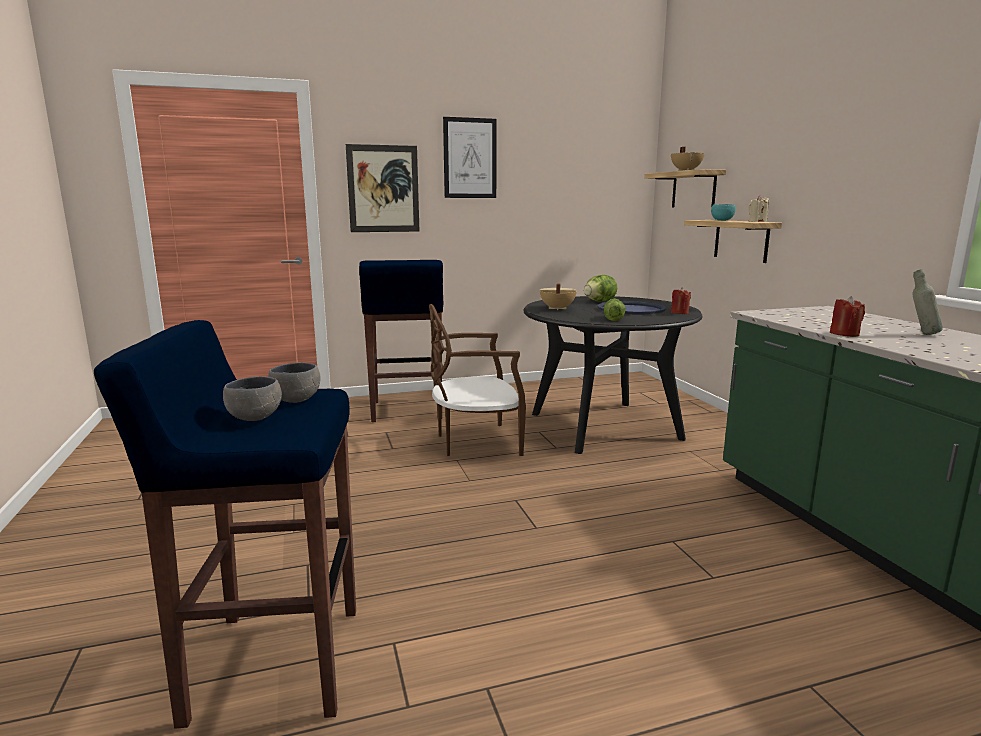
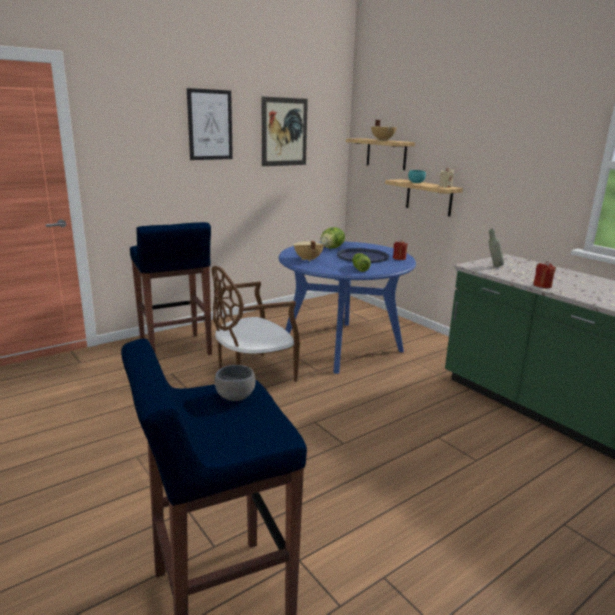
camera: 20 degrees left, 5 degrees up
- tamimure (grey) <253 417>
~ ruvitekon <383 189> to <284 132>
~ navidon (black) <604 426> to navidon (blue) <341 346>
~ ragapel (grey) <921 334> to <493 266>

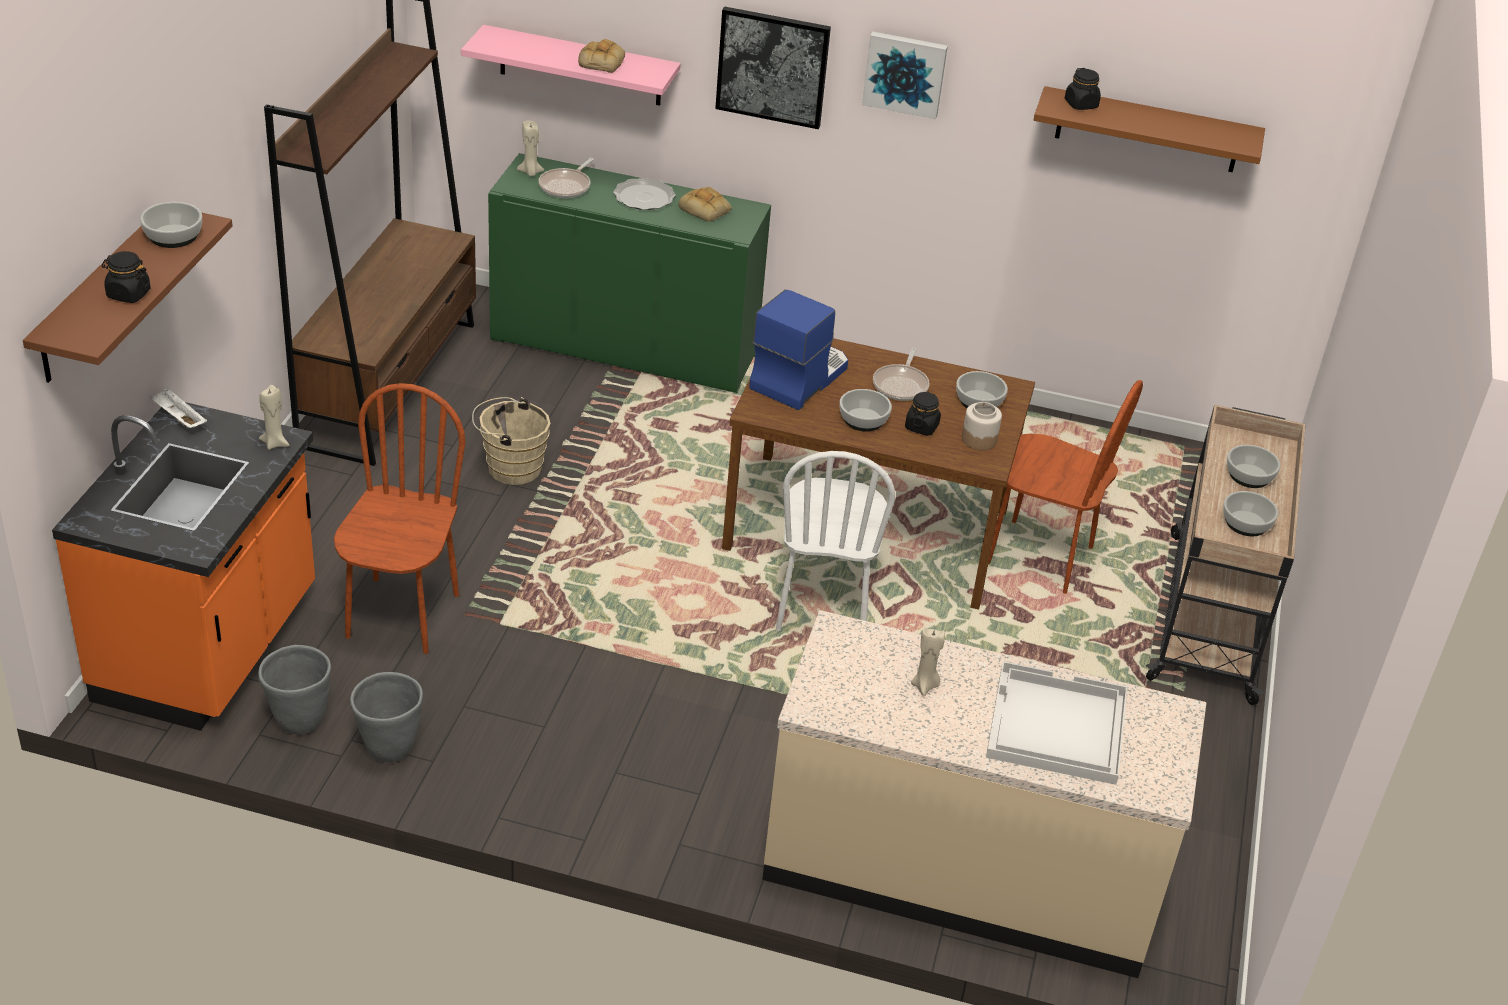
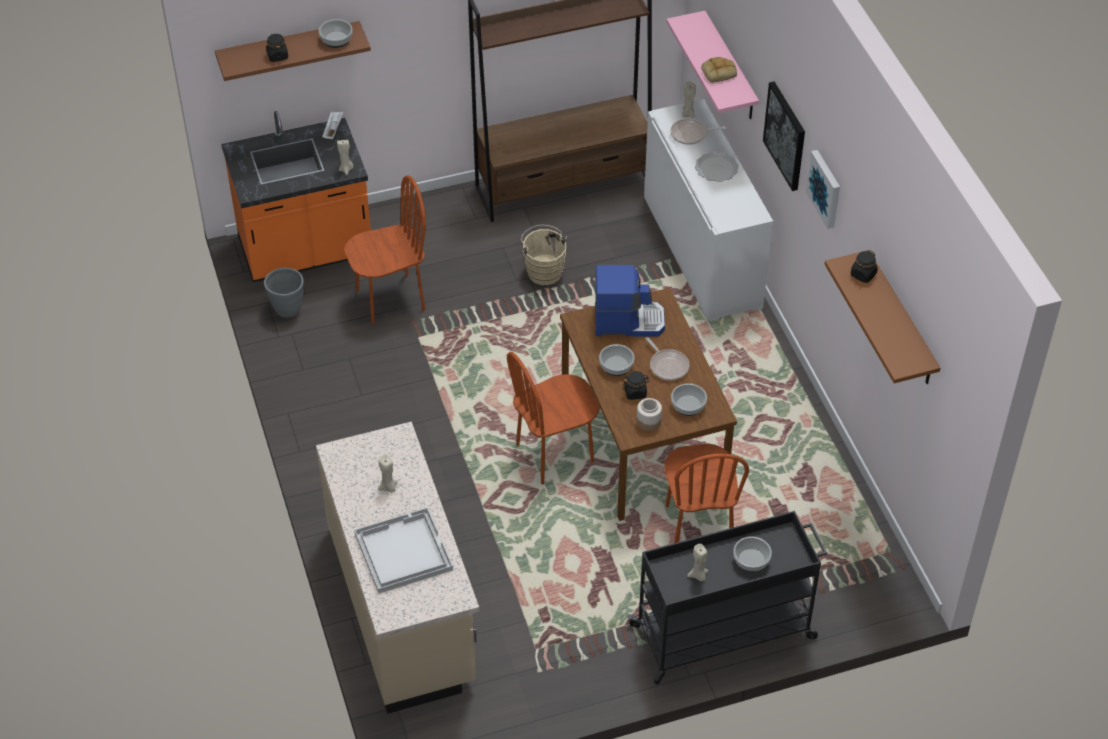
camera: 60 degrees right, 10 degrees up
- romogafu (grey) <389 748>
~ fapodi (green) <624 346> to fapodi (white) <702 253>
- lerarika <706 209>
~ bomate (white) <823 607> to bomate (brown) <555 454>
~ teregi <901 385> = <667 365> 105 degrees counterclockwise
~ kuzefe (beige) <1210 614> to kuzefe (black) <725 631>
~ tamimure <1246 523> to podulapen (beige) <698 575>

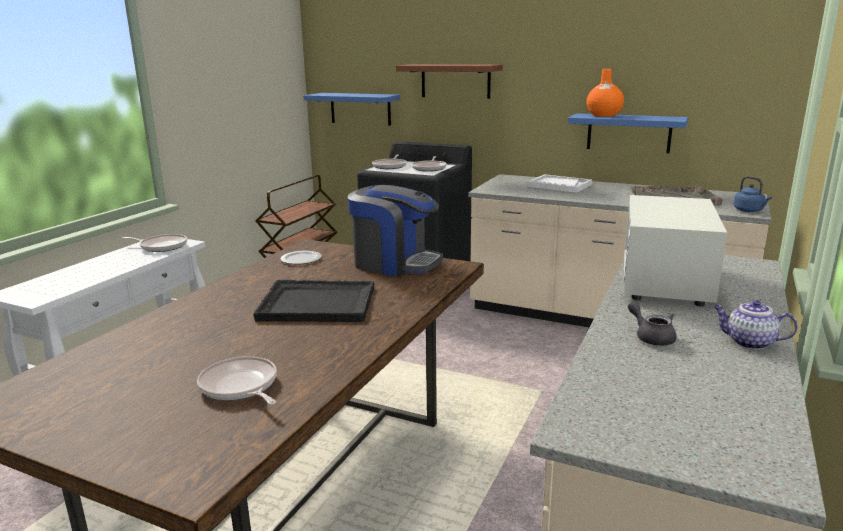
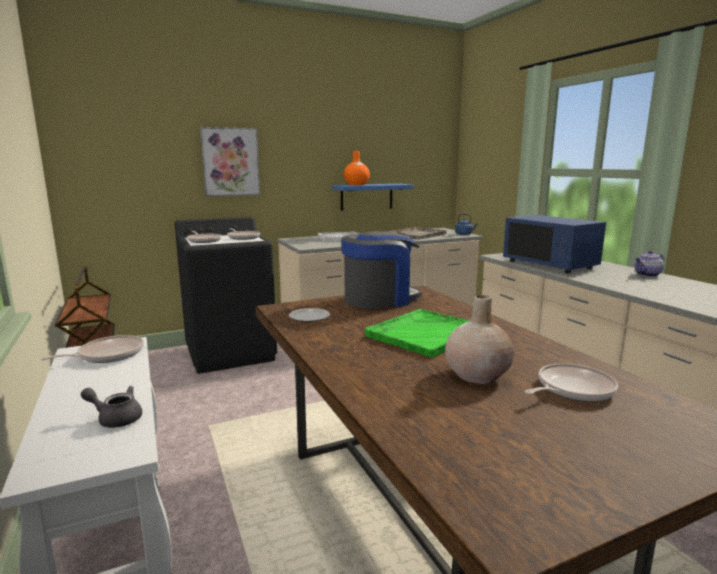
camera: 50 degrees left, 5 degrees down
~ teregi <240 387> = <572 389> 150 degrees clockwise
~ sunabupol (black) <316 303> to sunabupol (green) <425 334>
- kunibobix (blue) <360 108>
~ kunibobix (brown) <455 81> to ruvitekon <230 162>
~ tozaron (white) <665 282> to tozaron (blue) <550 264>
~ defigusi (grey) <651 337> to <116 418>
+ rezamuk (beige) <477 375>

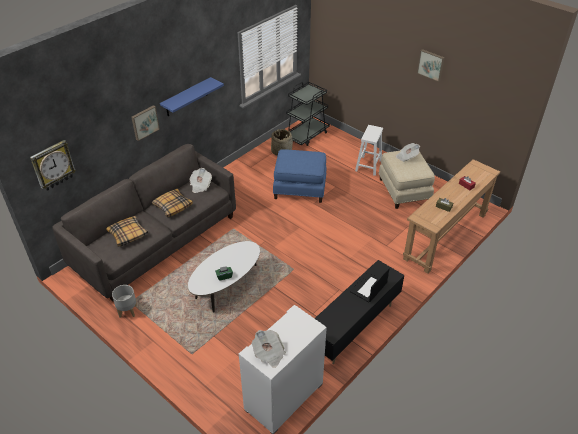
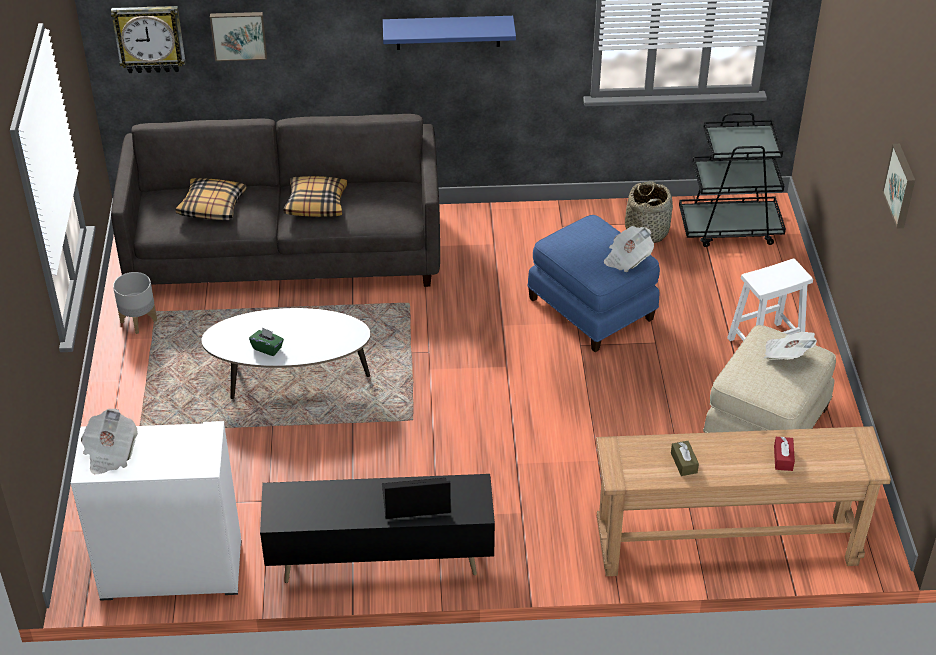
camera: 45 degrees right, 0 degrees up
~ ruvitekon <144 122> to <238 35>
~ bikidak <200 186> to <627 259>

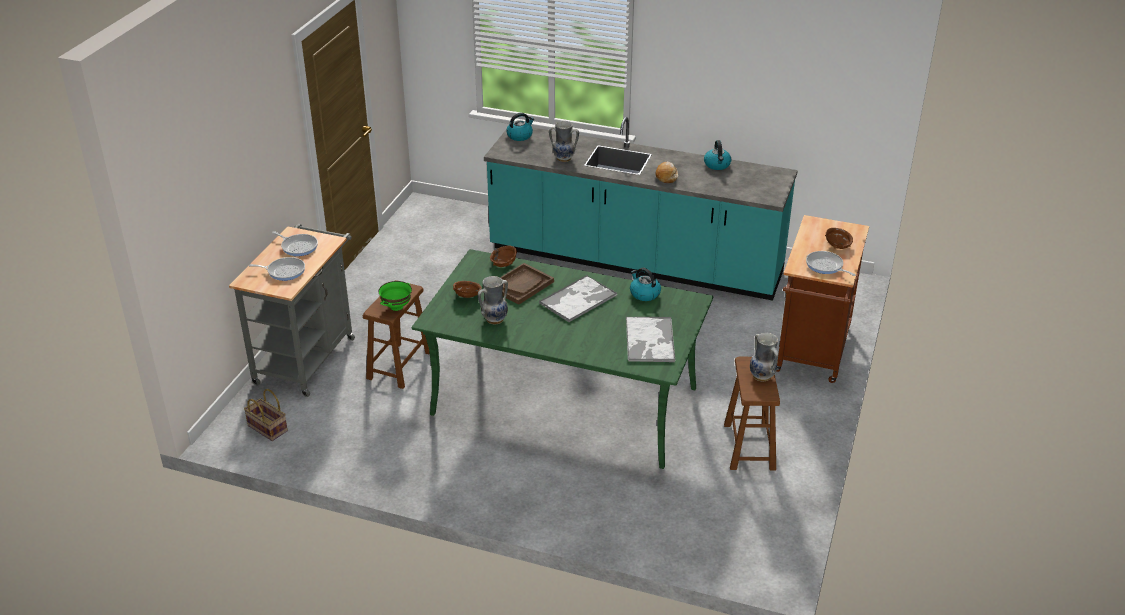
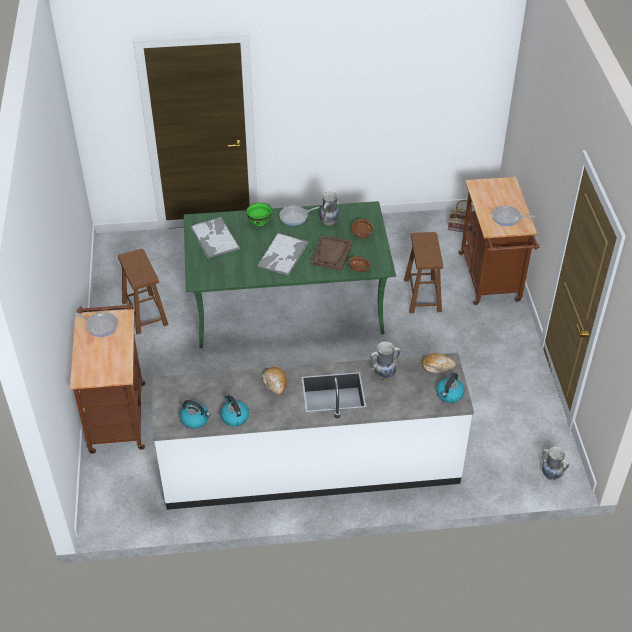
camera: 155 degrees right, 10 degrees up
~ kuzefe (grey) <308 356> to kuzefe (brown) <491 281>
~ teregi <284 271> to <295 217>
~ tamimure (green) <396 307> to <260 223>
~ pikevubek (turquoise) <635 262> to pikevubek (white) <311 467>
~ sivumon <644 294> to <195 419>
~ rezamuk <762 376> to <551 475>
- tamimure (brown) <837 245>
+ lerarika <437 366>

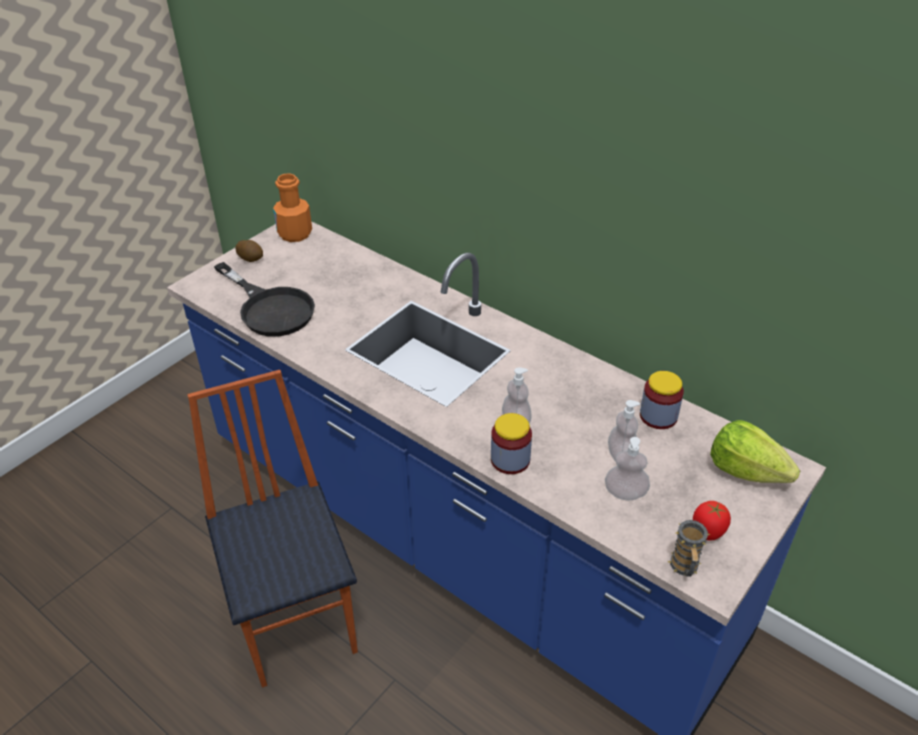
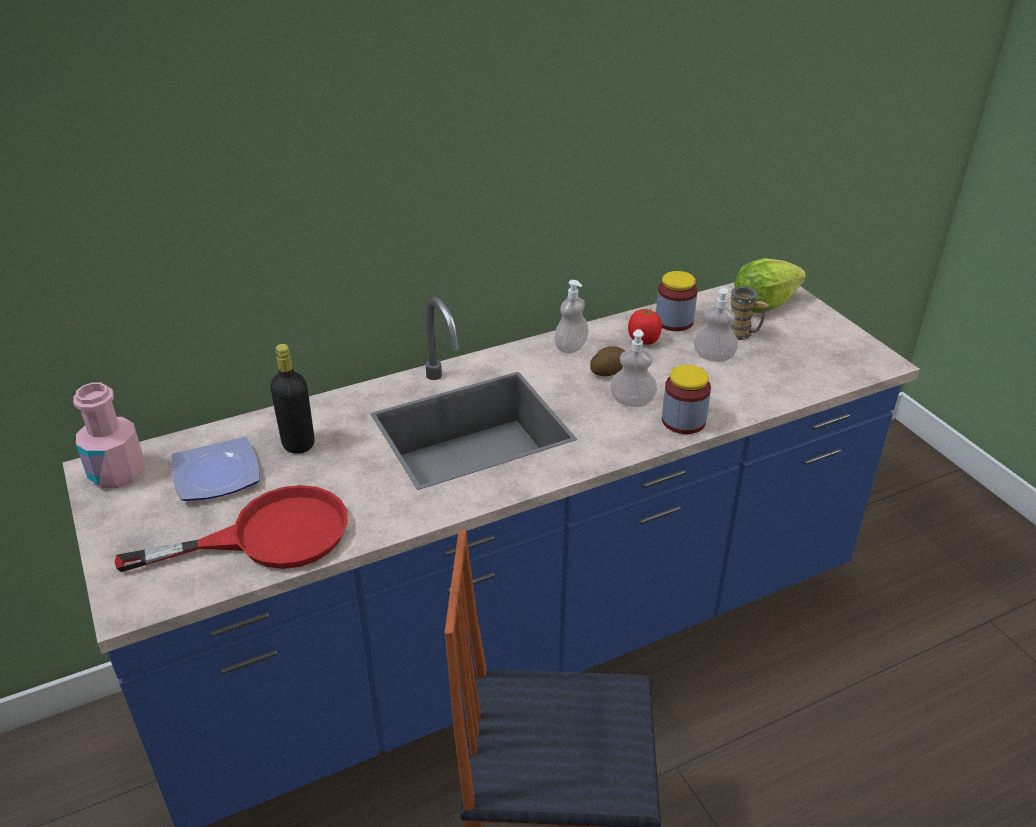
camera: 65 degrees left, 5 degrees down
~ teregi (black) <270 308> to teregi (red) <269 536>
~ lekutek <251 258> to <608 371>
~ ragapel (orange) <295 233> to ragapel (pink) <117 472>
~ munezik <625 493> to <571 347>
~ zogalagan <684 568> to <742 334>
~ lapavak <708 531> to <644 340>
+ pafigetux <218 475>
+ ragapel (black) <298 444>

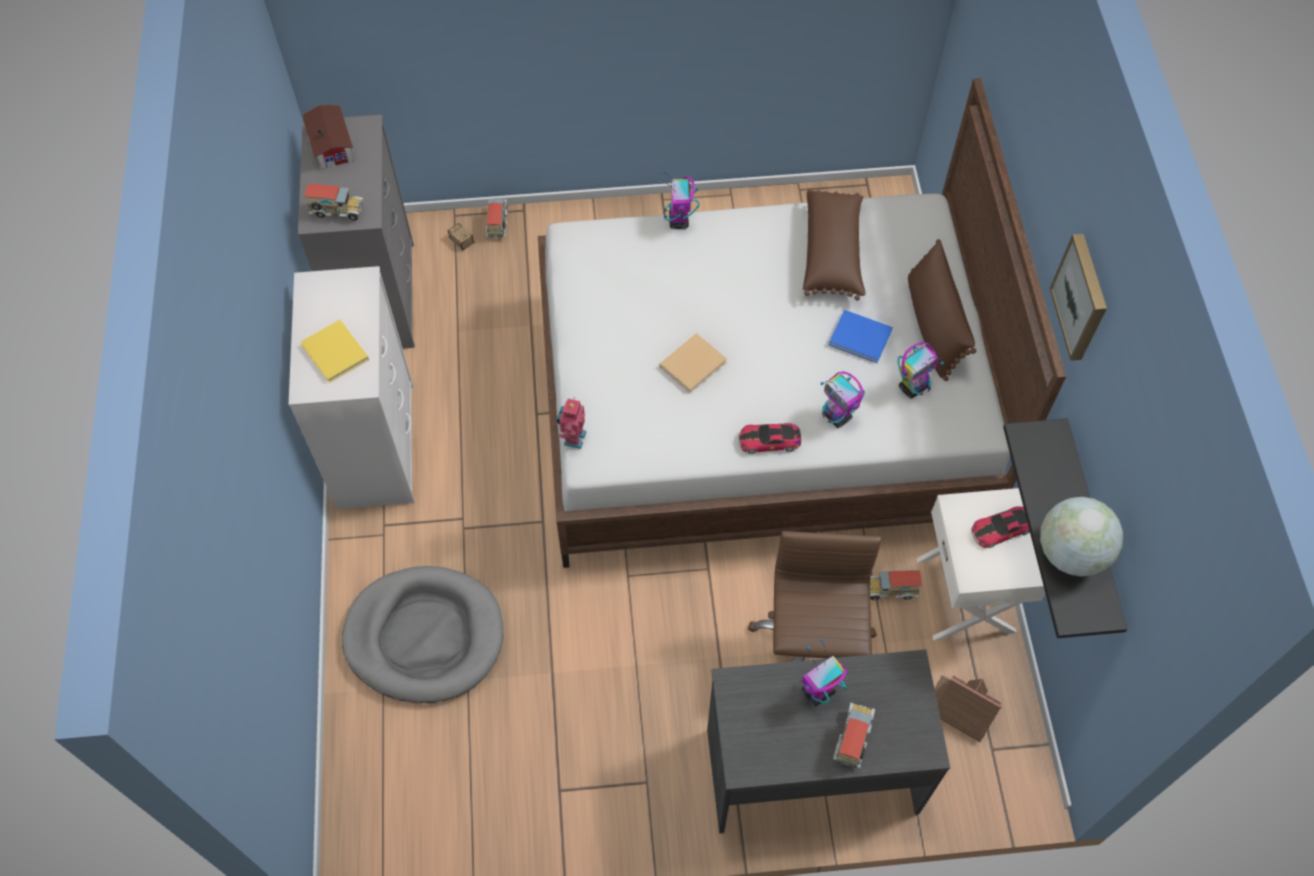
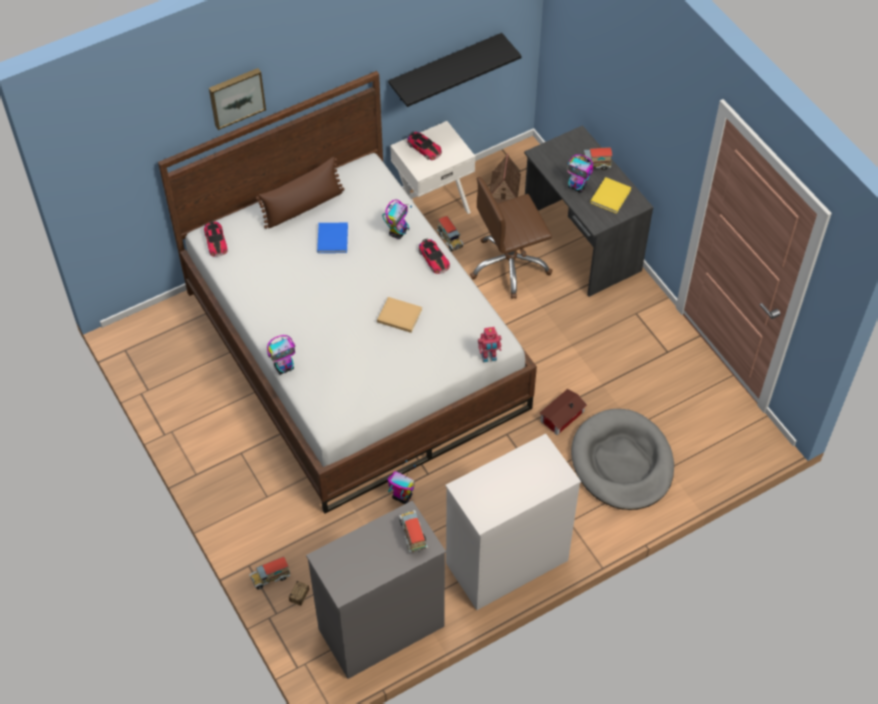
camera: 115 degrees left, 5 degrees down
~ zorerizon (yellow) <336 354> to <611 195>
~ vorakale <332 143> to <560 416>
- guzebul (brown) <833 253>
~ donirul <913 387> to <401 497>
- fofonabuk <1070 553>
~ ruvitekon <1082 297> to <236 97>
+ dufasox <216 241>

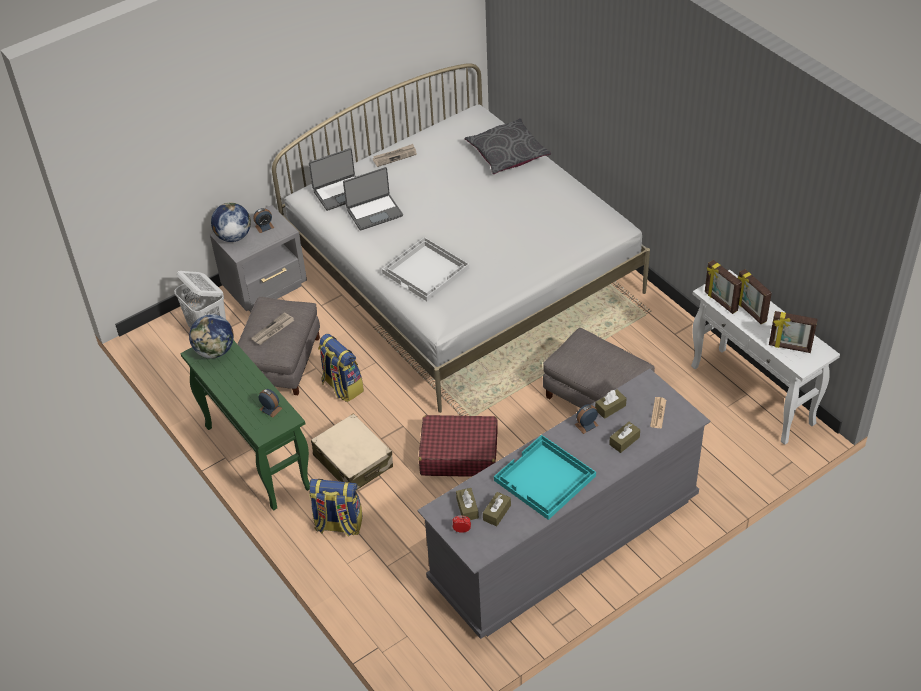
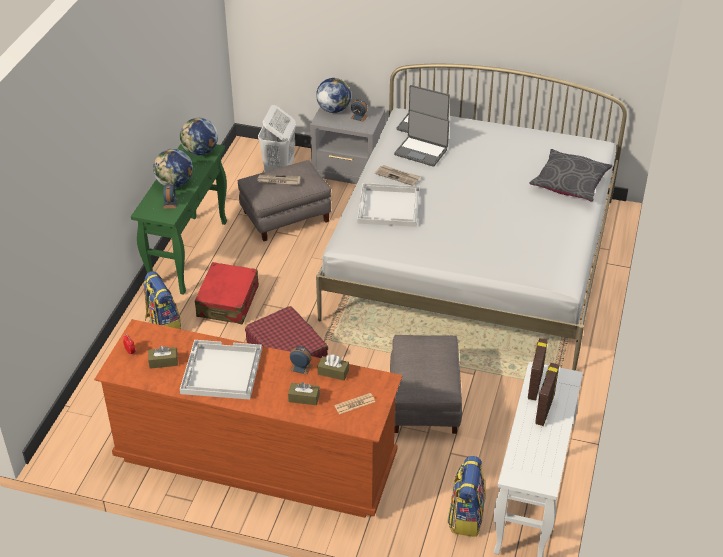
camera: 50 degrees right, 5 degrees down
~ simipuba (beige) <353 461> to simipuba (red) <228 301>
~ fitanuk <342 386> to <465 516>
~ bikidak <395 156> to <398 176>
~ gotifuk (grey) <564 539> to gotifuk (brown) <256 458>
- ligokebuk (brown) <467 508>
~ sunabupol (turquoise) <545 479> to sunabupol (white) <221 371>
- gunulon <789 347>
+ fofonabuk <175 183>

